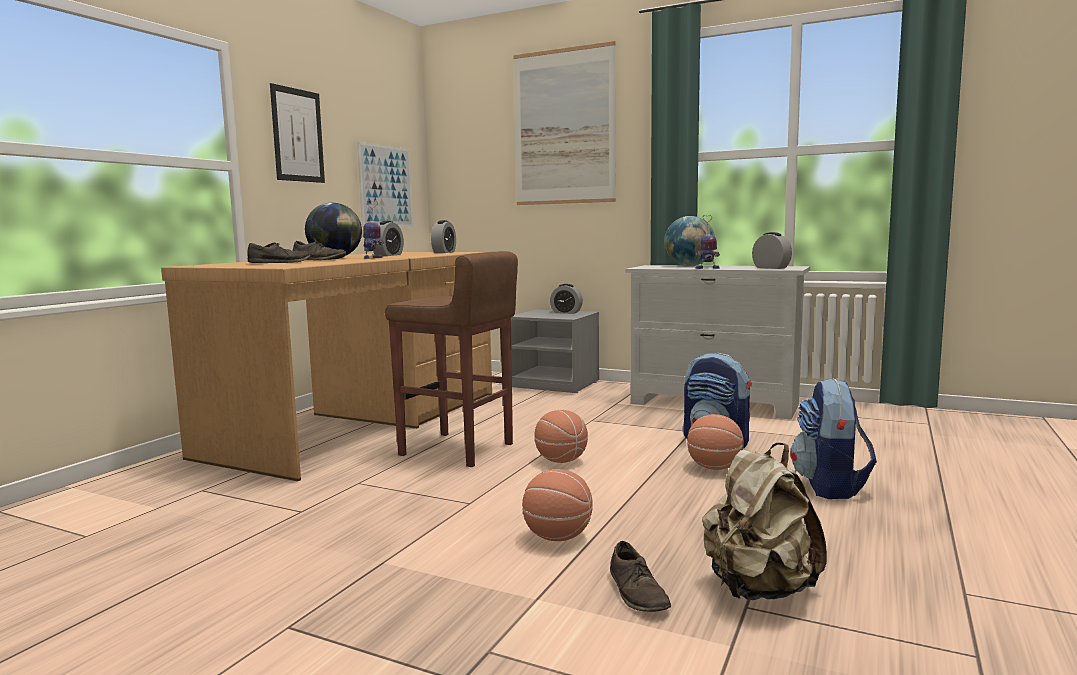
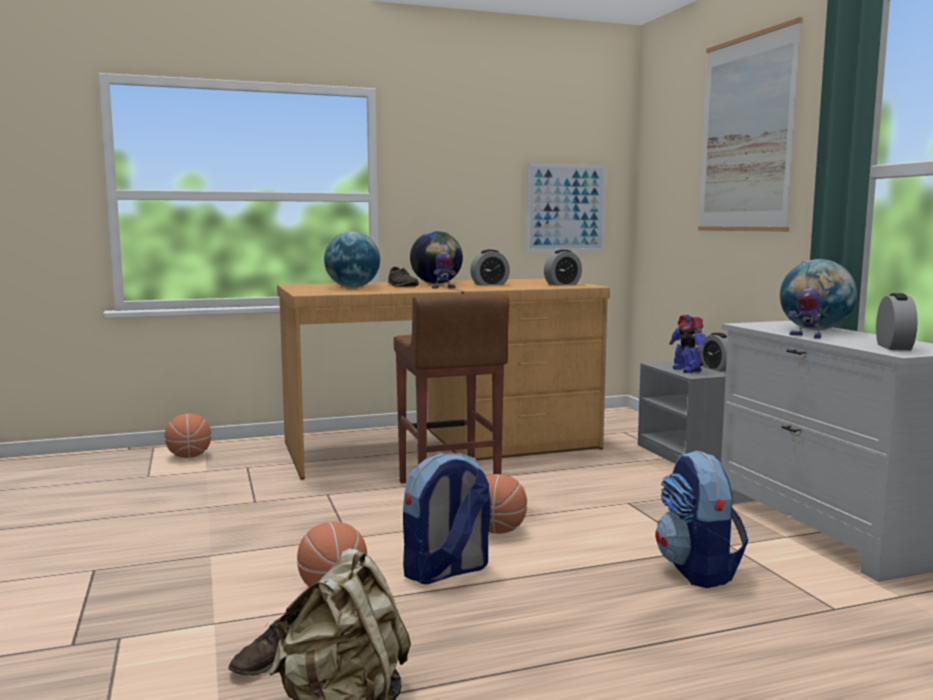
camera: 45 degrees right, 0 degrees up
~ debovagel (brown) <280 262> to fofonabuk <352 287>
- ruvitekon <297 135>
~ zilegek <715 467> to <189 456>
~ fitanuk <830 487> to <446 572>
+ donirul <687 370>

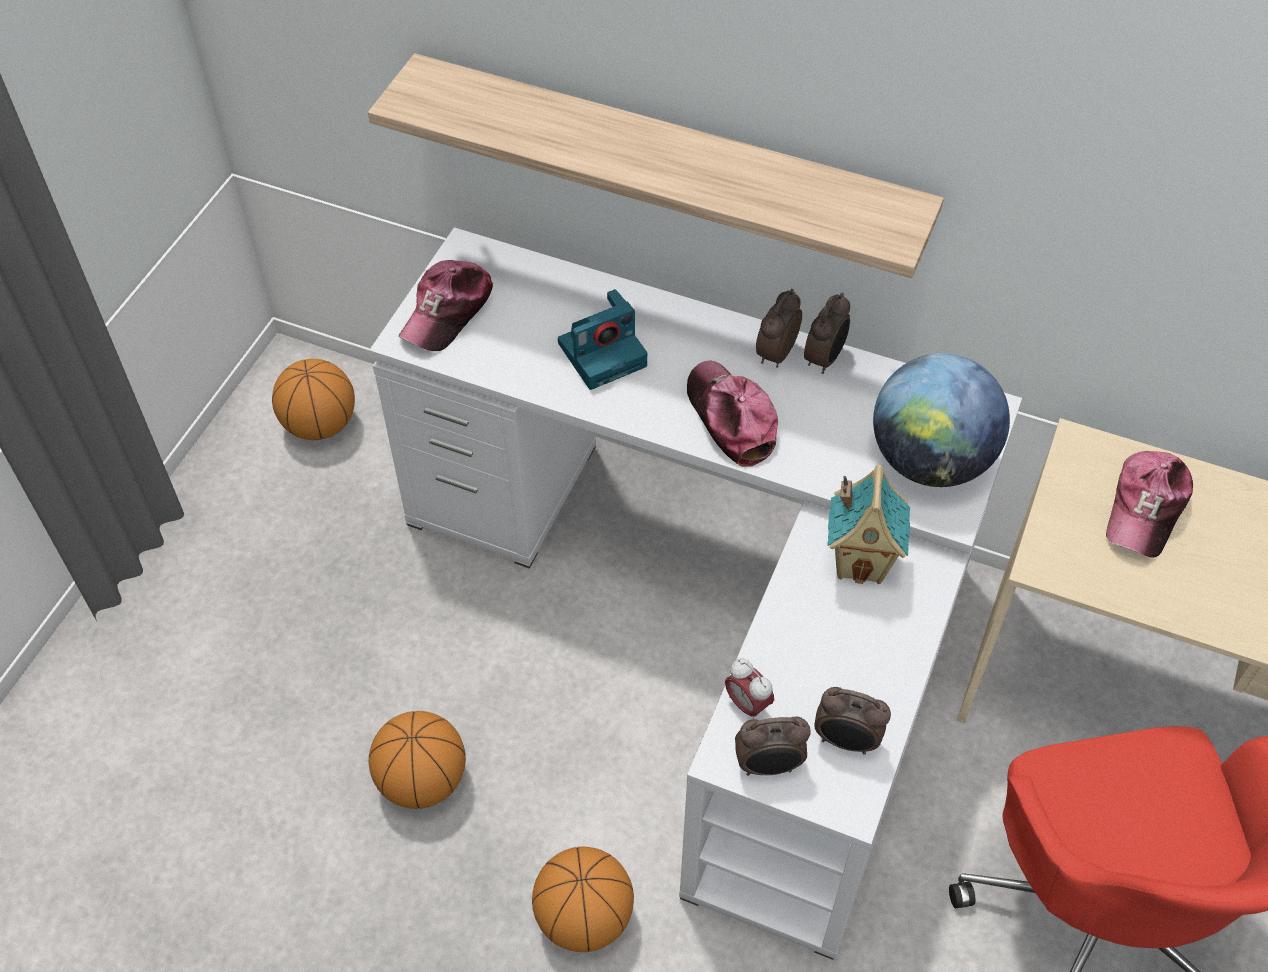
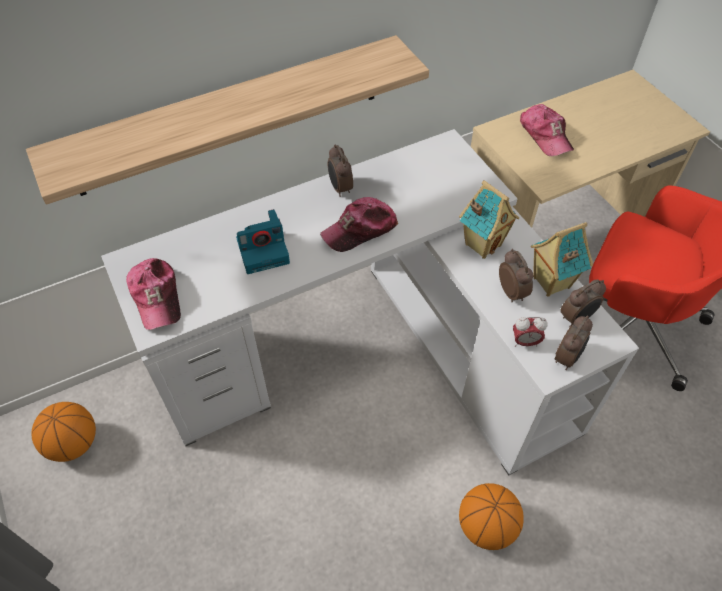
camera: 50 degrees left, 0 degrees up
- zilegek <423 780>
~ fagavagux <603 353> = <264 250> 60 degrees clockwise
~ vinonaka <730 418> = <360 230> 45 degrees counterclockwise
~ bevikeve <825 359> to <512 292>
- fofonabuk <930 460>
+ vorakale <550 282>

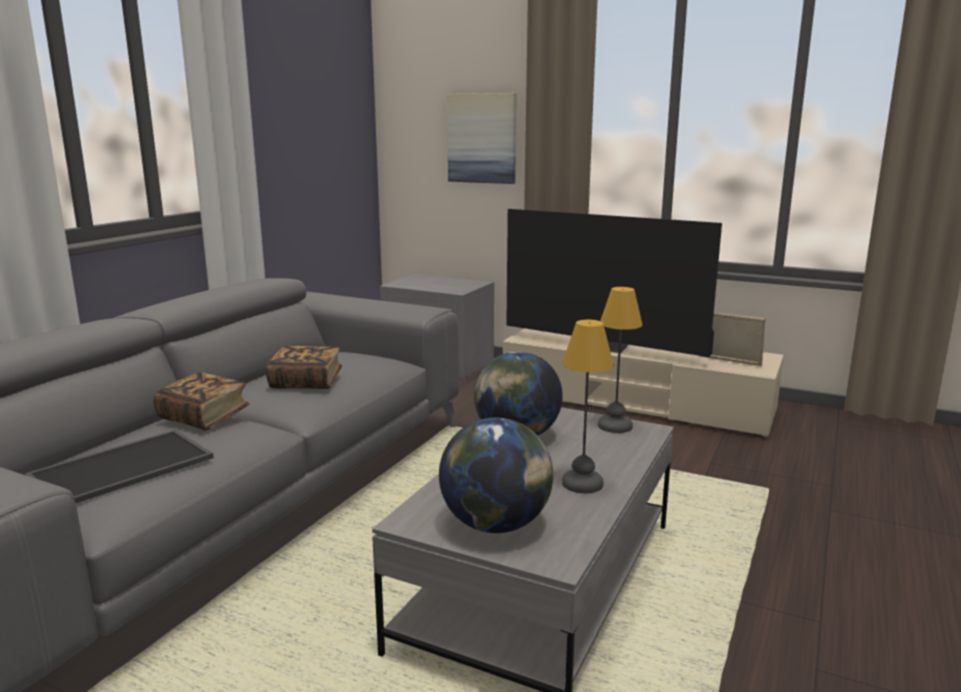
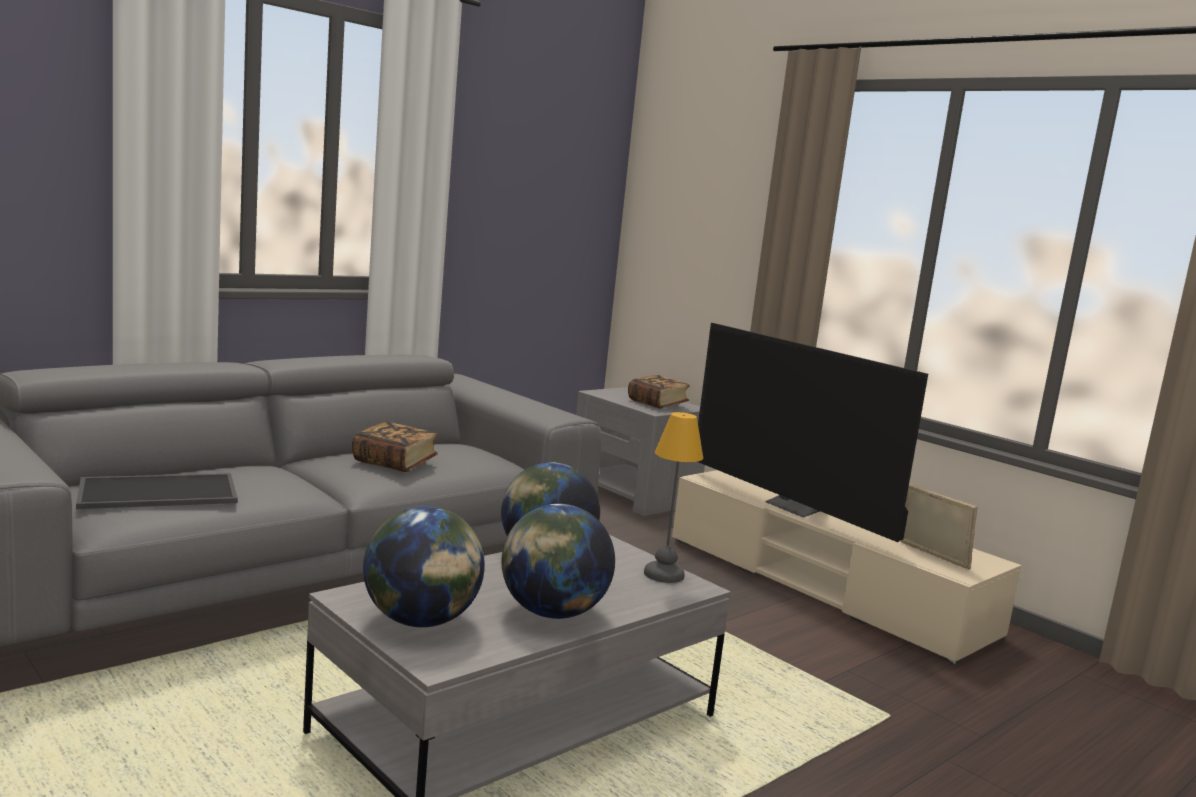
camera: 20 degrees right, 5 degrees down
~ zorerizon <204 418> to <657 404>
- ruvitekon <482 138>
~ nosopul <582 484> to fofonabuk <552 613>

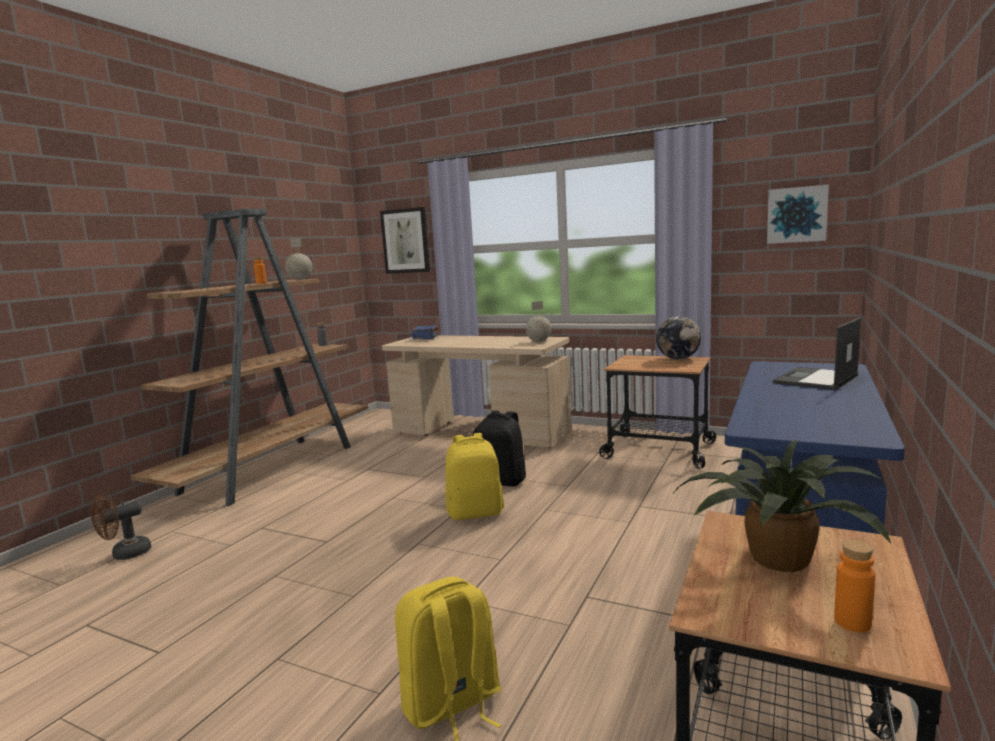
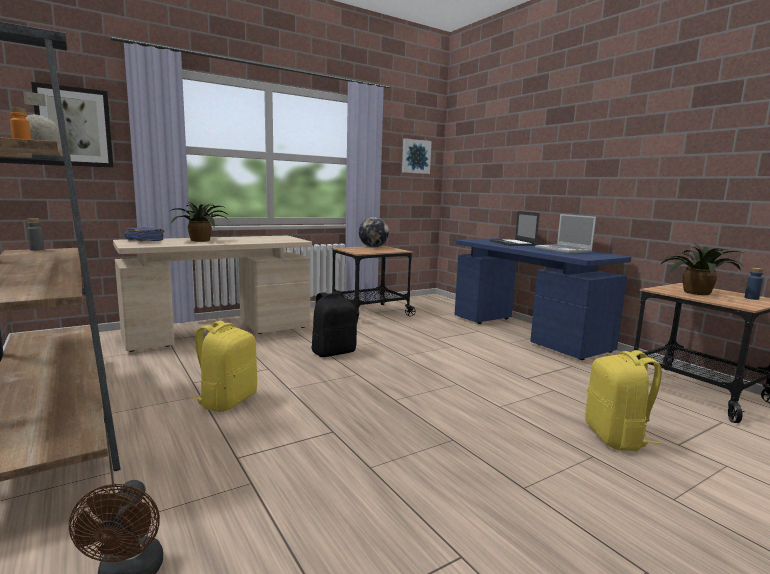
camera: 60 degrees left, 0 degrees up
~ fitanuk (yellow) <475 513> to <227 401>
- fofonabuk <538 341>
~ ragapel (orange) <852 622> to ragapel (blue) <751 298>
+ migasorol <201 240>
+ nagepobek <564 250>

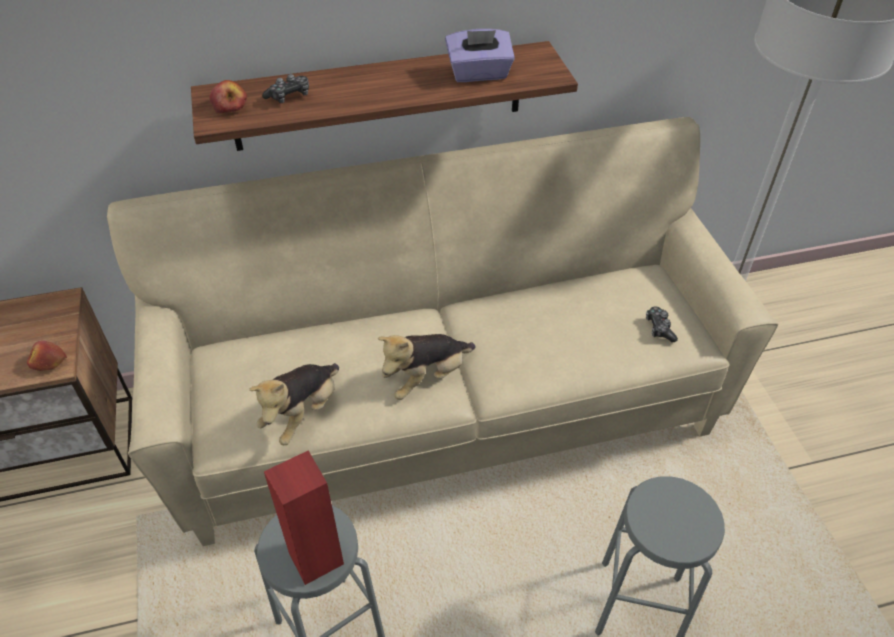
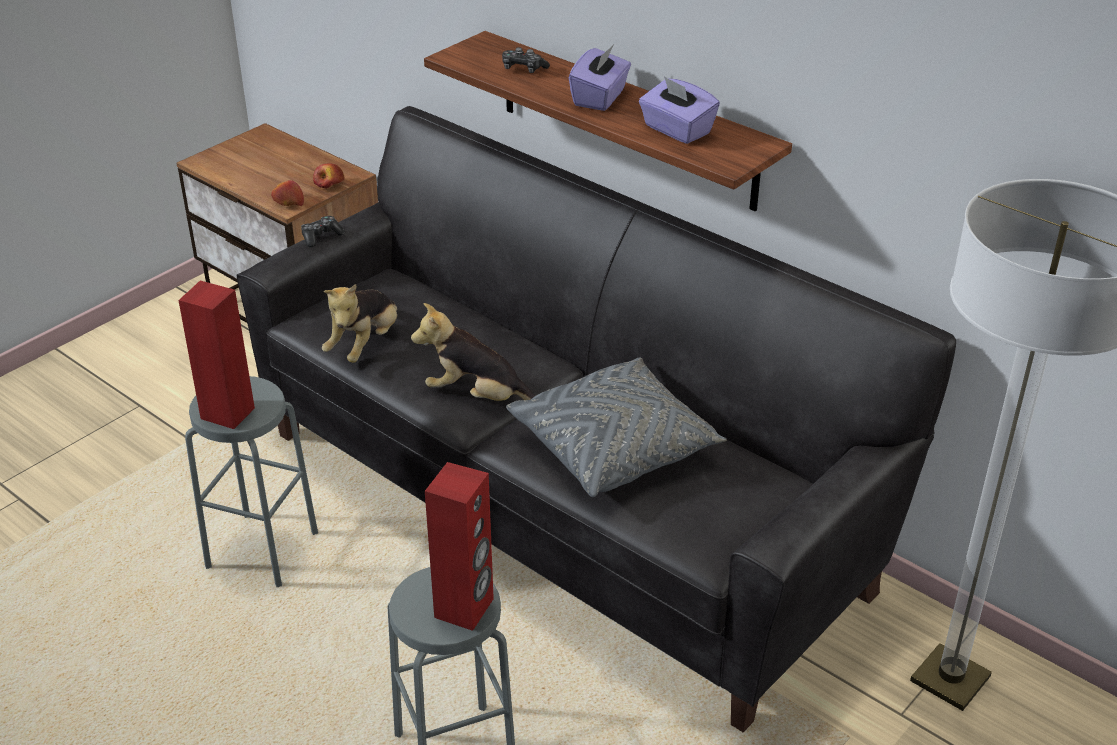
camera: 55 degrees right, 10 degrees down
~ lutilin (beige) <446 412> to lutilin (black) <559 509>
~ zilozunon <230 106> to <329 184>
~ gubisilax <302 413> = <365 345> 60 degrees counterclockwise
~ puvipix <659 328> to <321 237>
+ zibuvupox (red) <465 608>
+ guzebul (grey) <614 446>
+ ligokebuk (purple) <600 98>

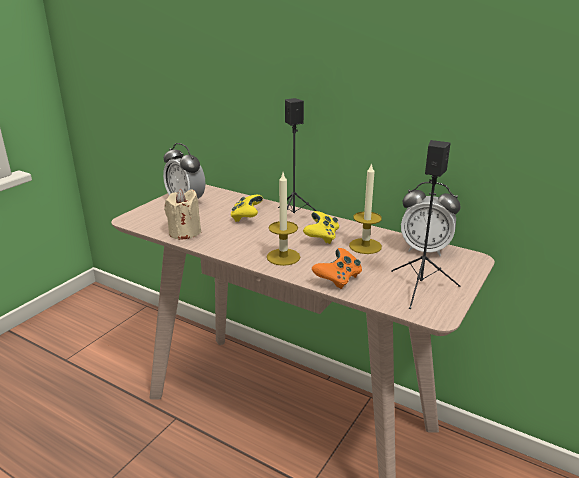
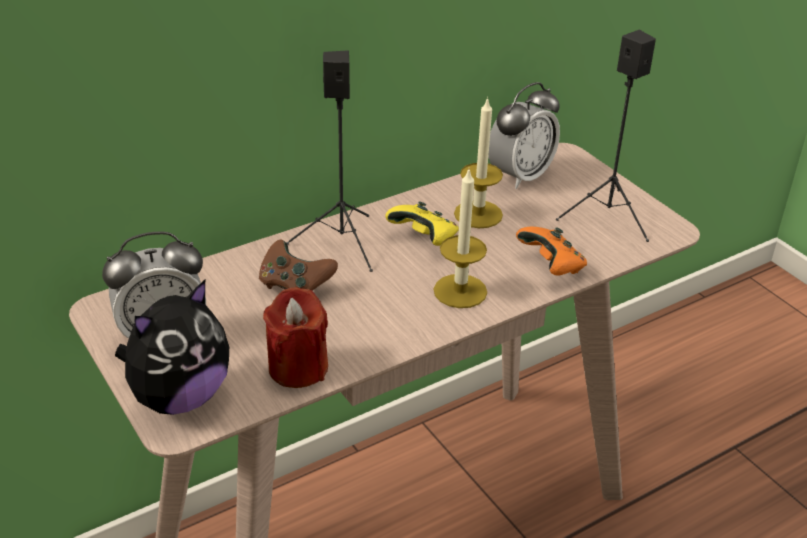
camera: 65 degrees left, 10 degrees up
~ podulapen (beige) <184 233> to podulapen (red) <298 368>
~ puvipix (yellow) <246 217> to puvipix (brown) <295 285>
+ gubisilax <179 397>

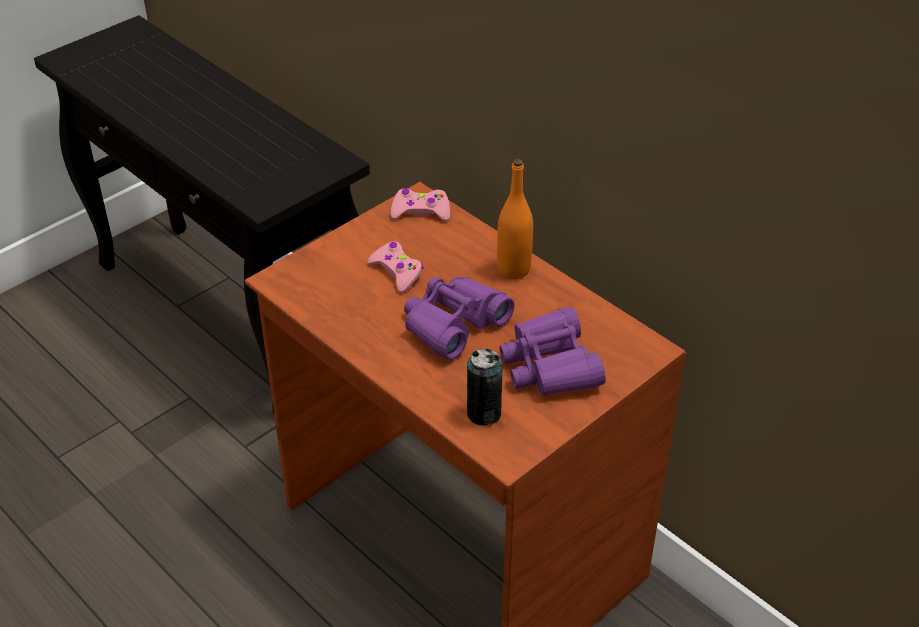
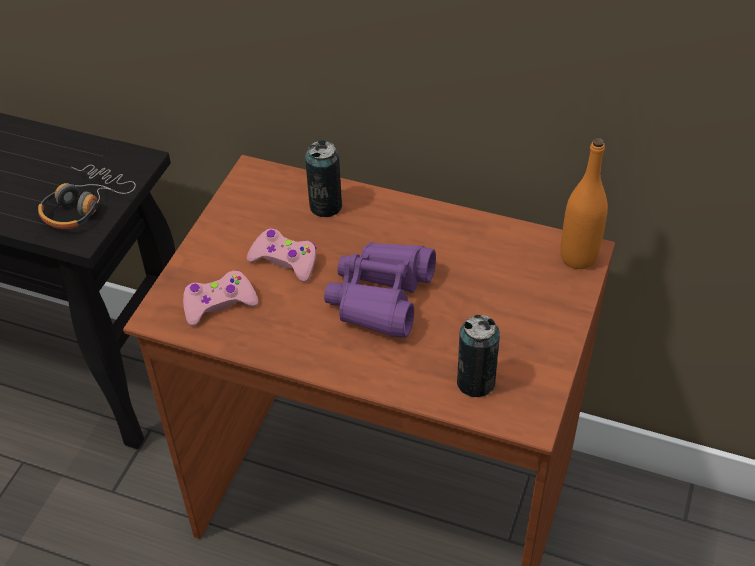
camera: 25 degrees left, 5 degrees up
~ puvipix (pink) <421 211> to <218 304>
~ ragapel (orange) <513 270> to <578 257>
- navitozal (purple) <550 365>
+ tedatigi <84 205>
+ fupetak <325 206>

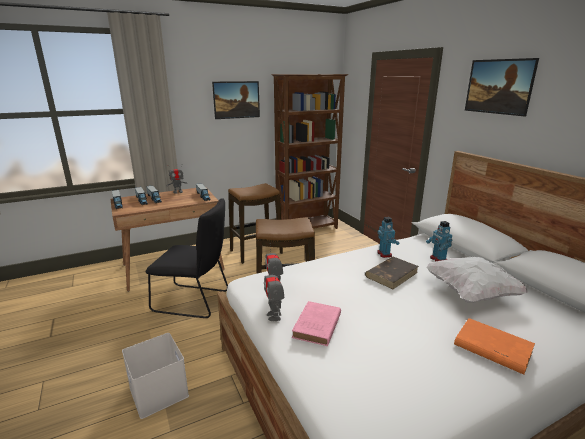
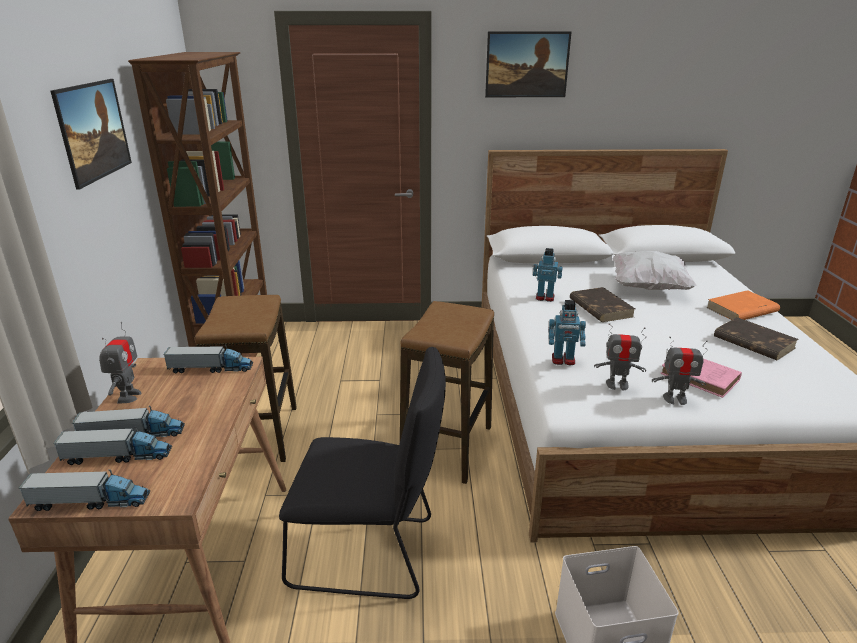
camera: 65 degrees left, 5 degrees up
~ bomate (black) <194 301> = <369 553> 60 degrees clockwise
~ donirul <438 259> to <563 360>
+ zorerizon (brown) <753 342>

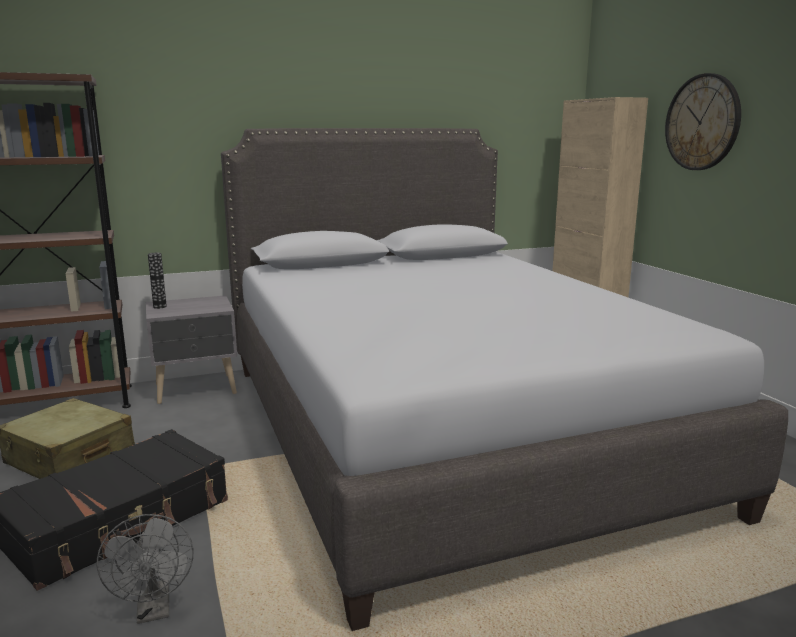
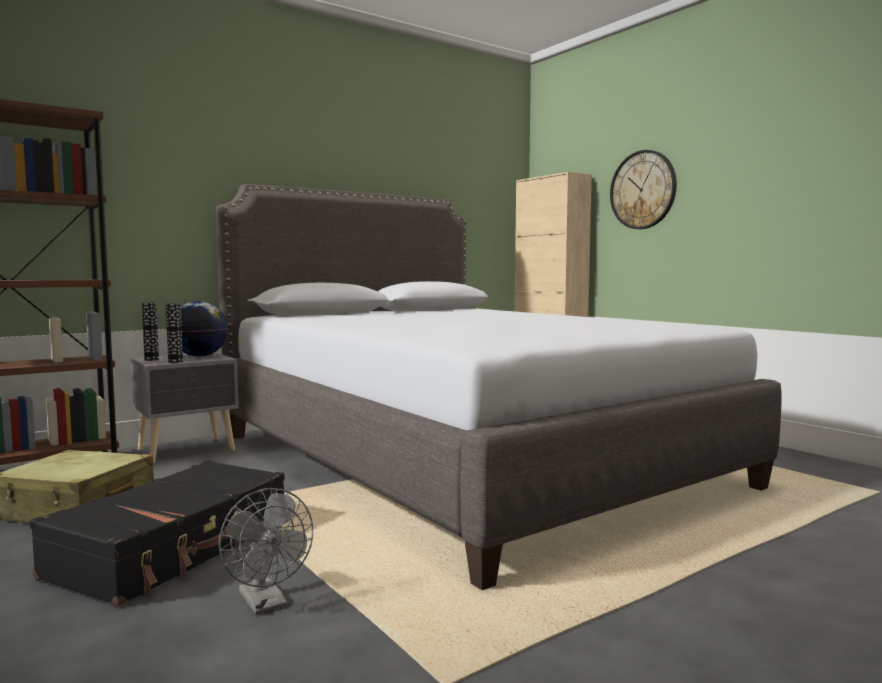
camera: 15 degrees left, 10 degrees down
+ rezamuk <175 362>
+ fofonabuk <200 356>

